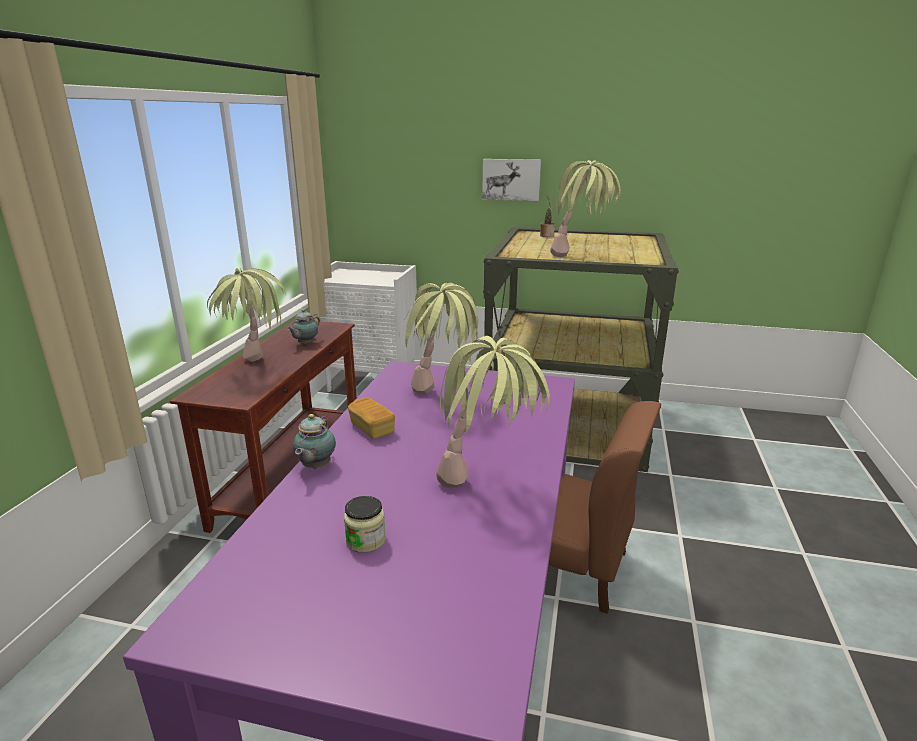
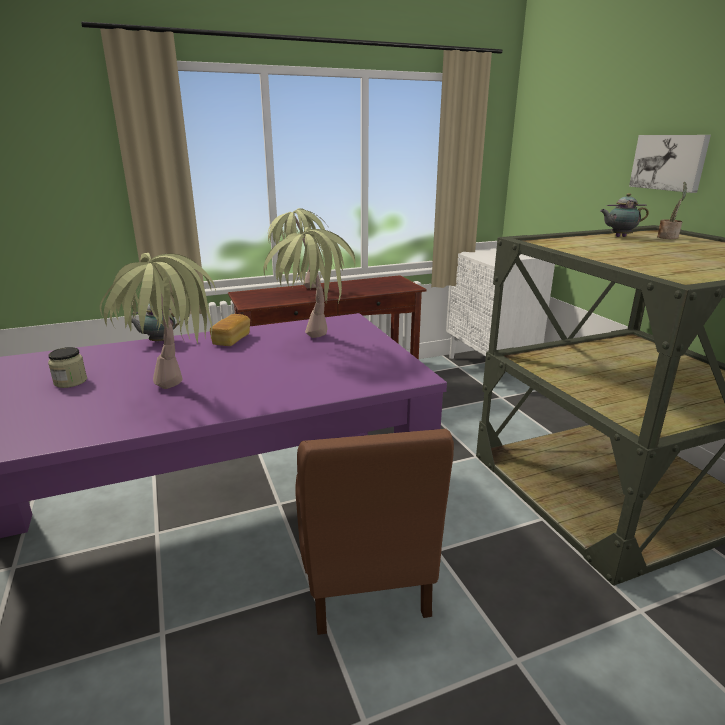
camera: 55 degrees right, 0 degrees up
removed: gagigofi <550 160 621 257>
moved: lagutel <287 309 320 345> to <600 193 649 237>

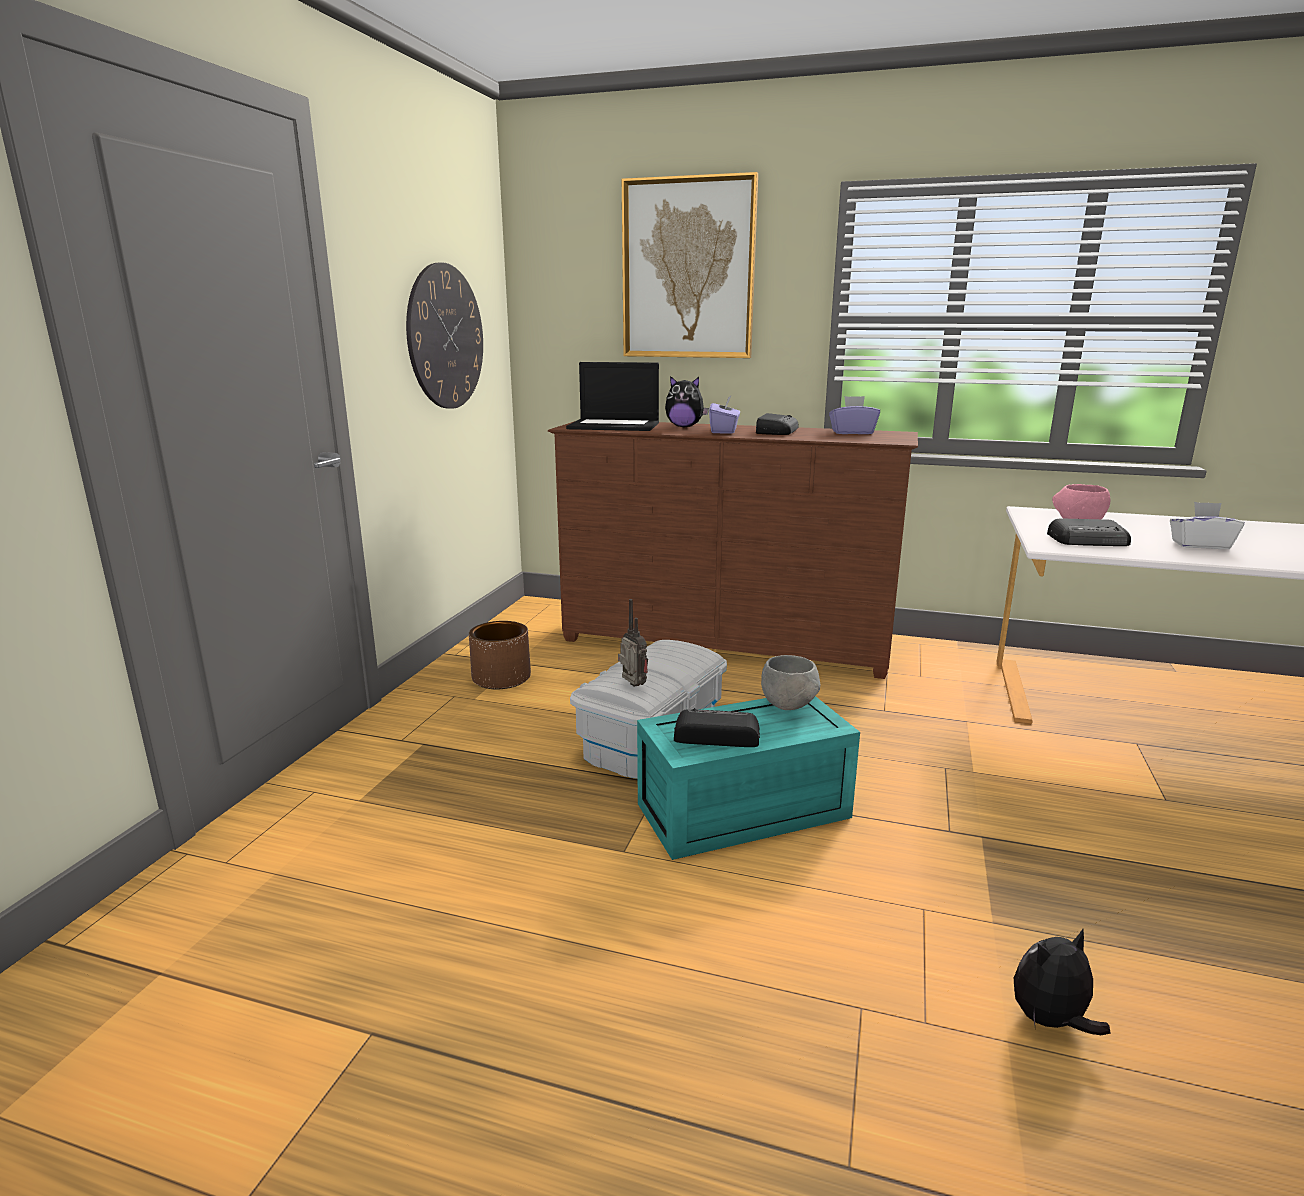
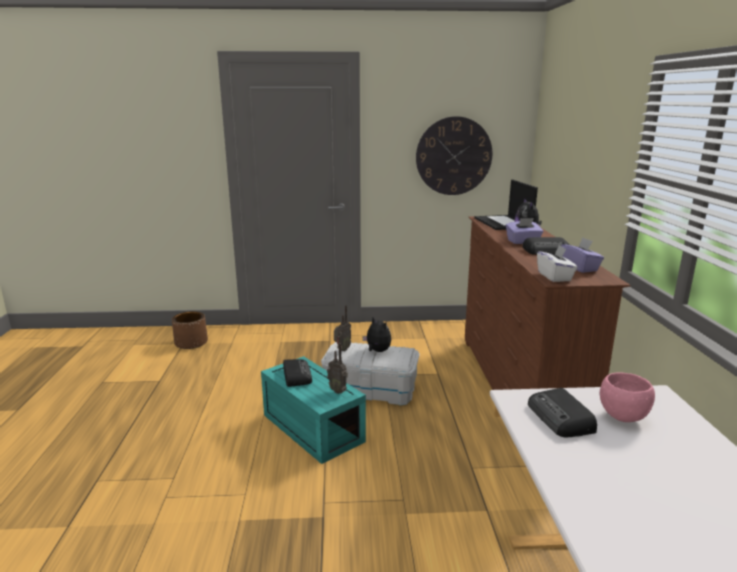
camera: 70 degrees right, 0 degrees up
removed: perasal <622 172 758 358>
moved: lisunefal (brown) <469 621 531 689> to <172 311 208 349>; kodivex <1014 929 1111 1035> to <363 317 391 352>; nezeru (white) <1170 502 1244 549> to <537 245 578 282>
replaced: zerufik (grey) <761 655 821 710> to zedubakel <327 343 348 394>

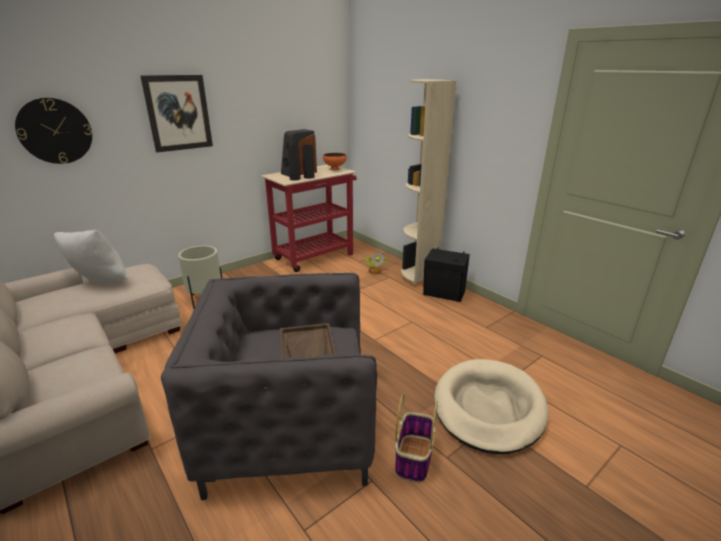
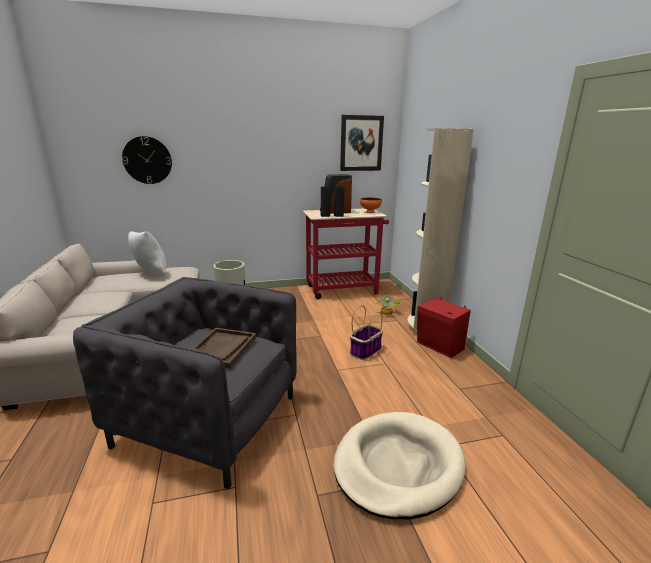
camera: 25 degrees right, 5 degrees down
moved: perasal <140 75 213 152> to <340 115 384 171>; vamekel <395 394 438 483> to <350 305 383 360>
recoloured: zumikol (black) <423 247 470 302> to zumikol (red) <417 297 471 358>

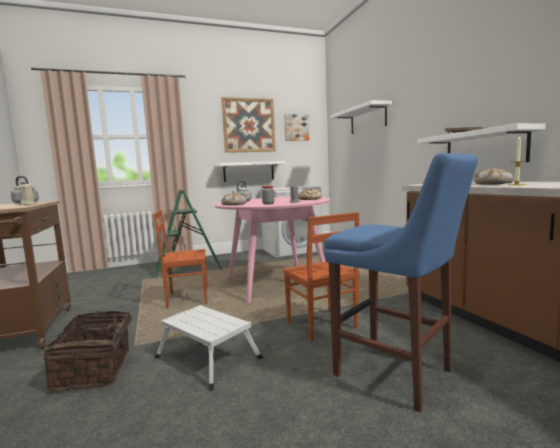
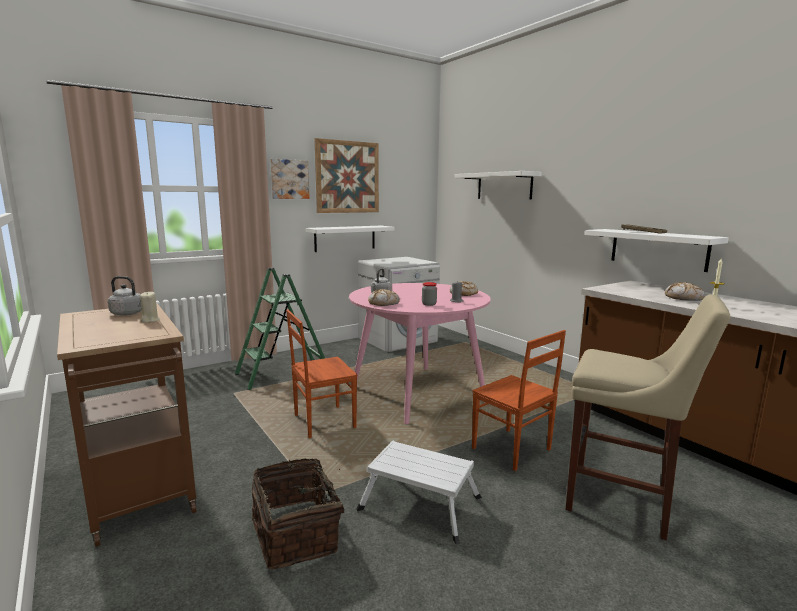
camera: 15 degrees left, 5 degrees up
moved: perasal <284 114 309 141> to <270 159 310 199>
recoloured: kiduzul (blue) <324 153 478 412> to kiduzul (beige) <566 294 731 541>

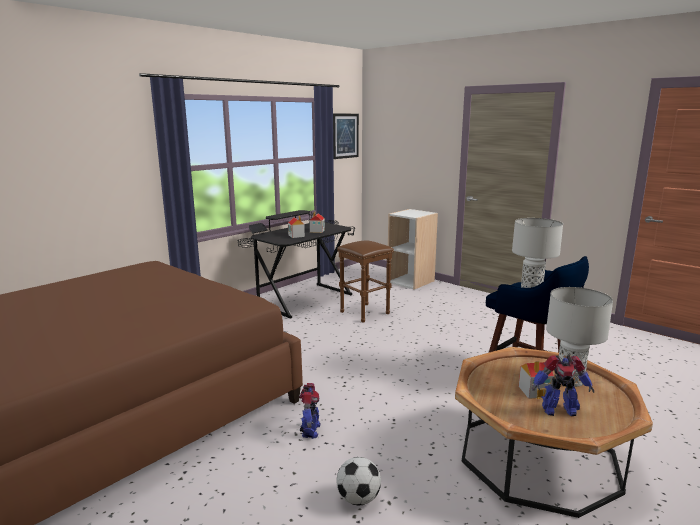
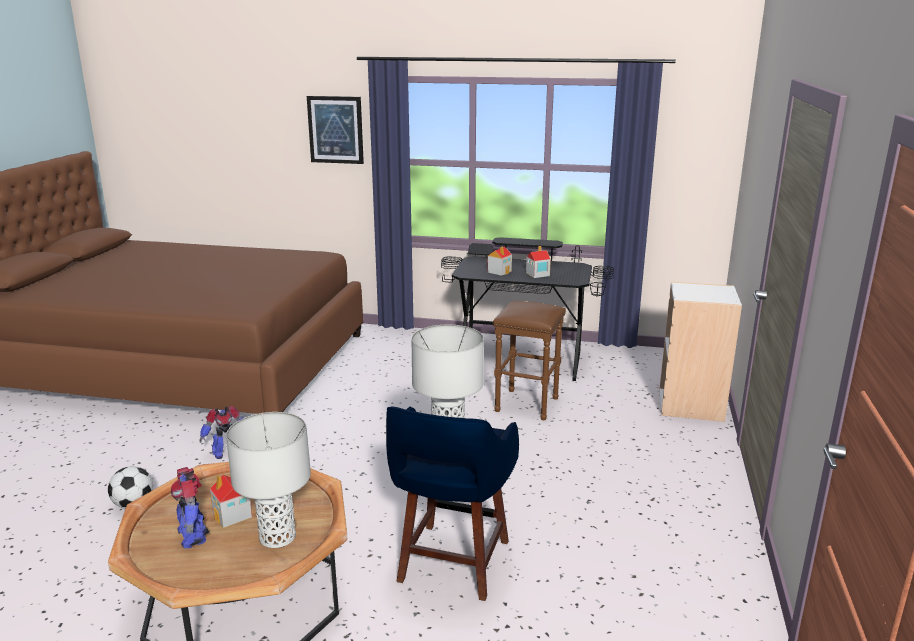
camera: 60 degrees right, 5 degrees up
moved: perasal <333 114 359 159> to <307 96 364 164>

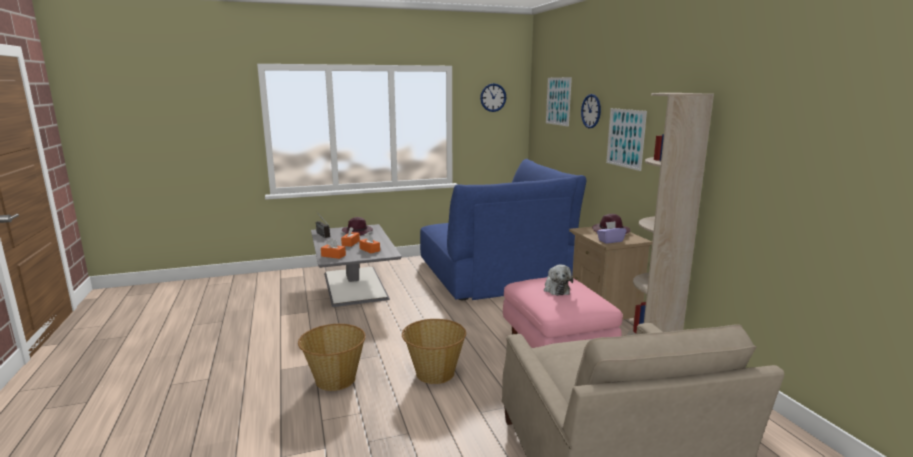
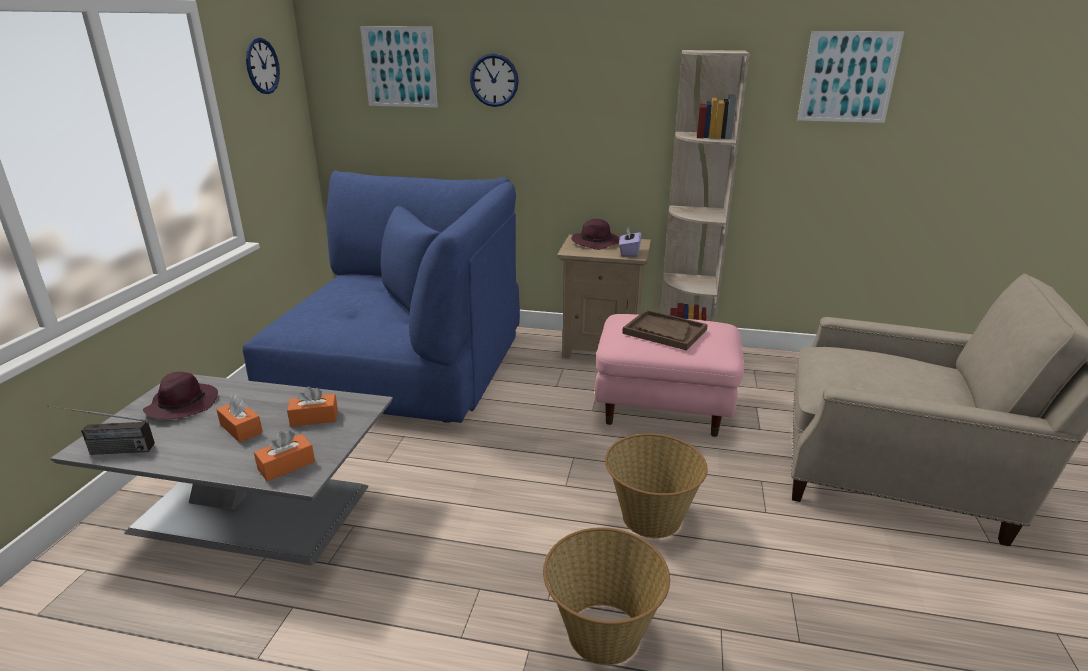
camera: 60 degrees left, 10 degrees up
moved: perasal <606 108 647 171> to <797 31 904 123>
replaced: kodivex <544 265 573 296> to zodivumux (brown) <622 310 708 351>

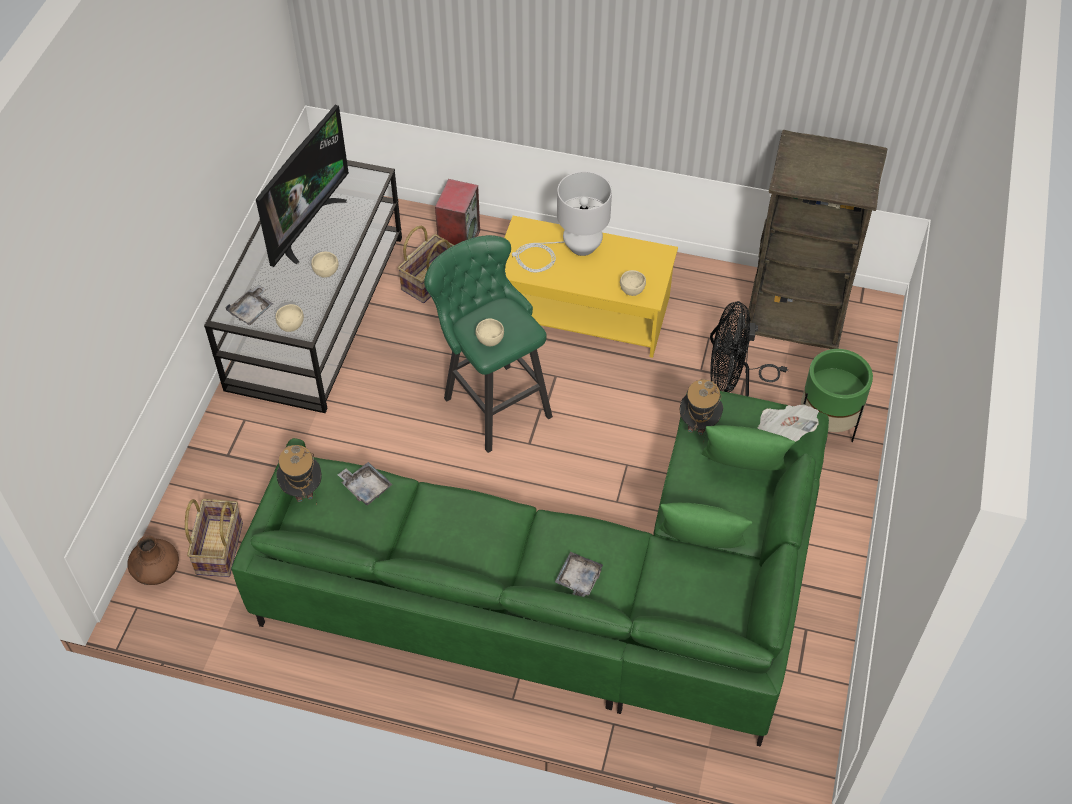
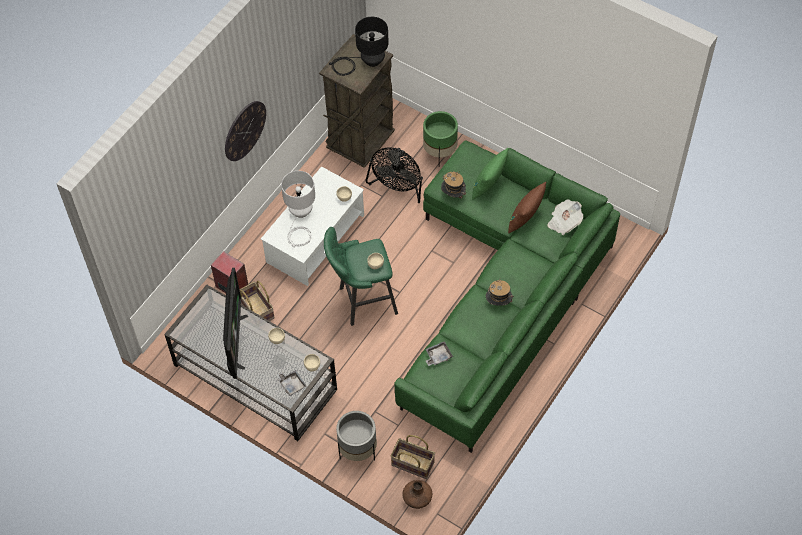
camera: 70 degrees left, 5 degrees up
removed: zodivumux (grey) <555 552 604 597>
added: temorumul <225 101 266 161>; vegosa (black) <329 17 388 76>; lisunefal (grey) <336 411 377 461>
moved: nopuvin <276 445 322 505> to <486 279 514 306>; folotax <758 404 819 442> to <547 199 583 235>
recoloured: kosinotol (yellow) <504 216 678 358> to kosinotol (white) <261 166 364 286>; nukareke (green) <659 503 752 548> to nukareke (brown) <508 182 546 233>
turned: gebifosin <256 105 349 267> = <223 268 248 379> 45 degrees clockwise

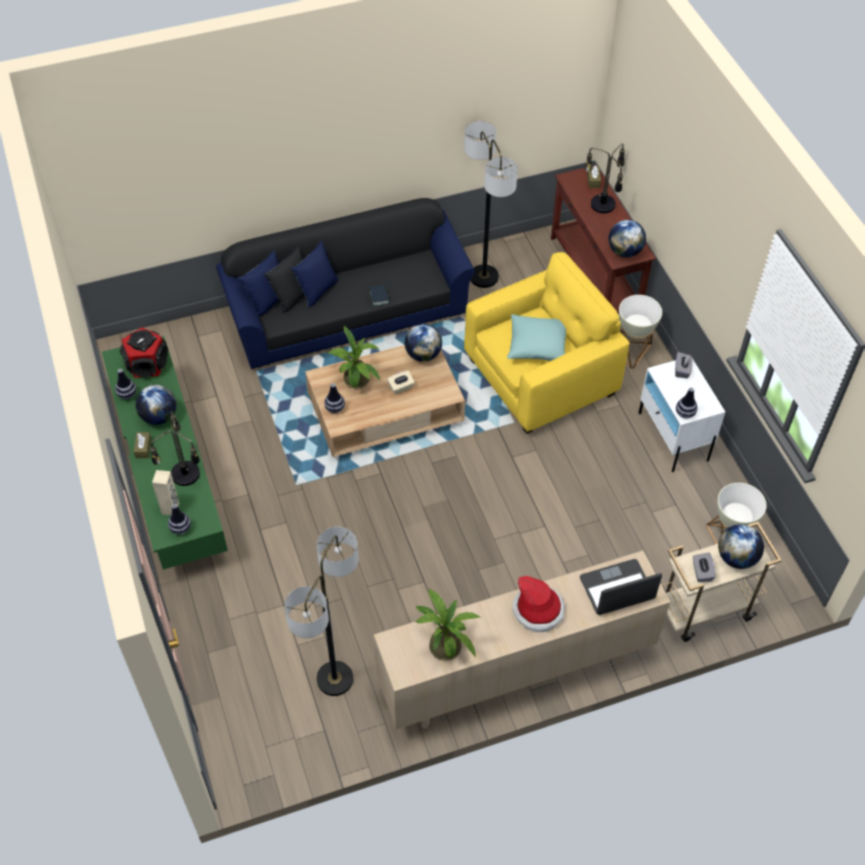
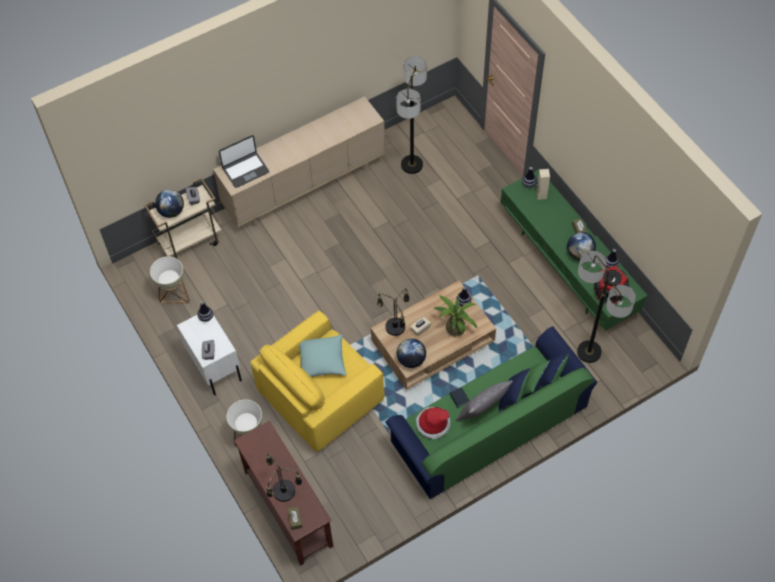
camera: 170 degrees right, 5 degrees up
removed: gagigofi <415 589 481 661>; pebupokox <608 220 646 257>
added: nukareke (grey) <456 380 513 421>
moved: vegosa <151 411 200 486> to <377 288 409 336>; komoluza <464 121 518 288> to <577 251 636 363>; nopuvin <512 576 565 632> to <416 407 451 439>
recoloured: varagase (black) <216 198 475 369> to varagase (green) <386 327 597 499>

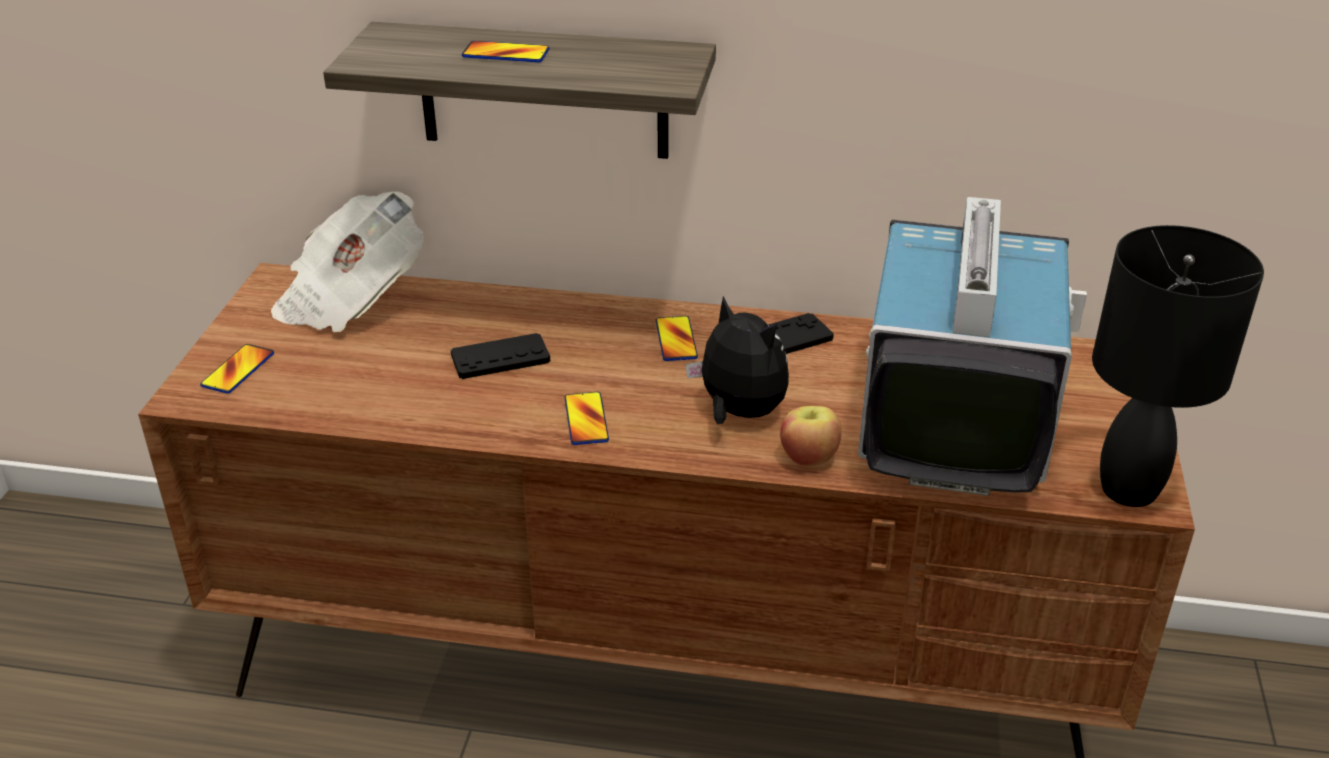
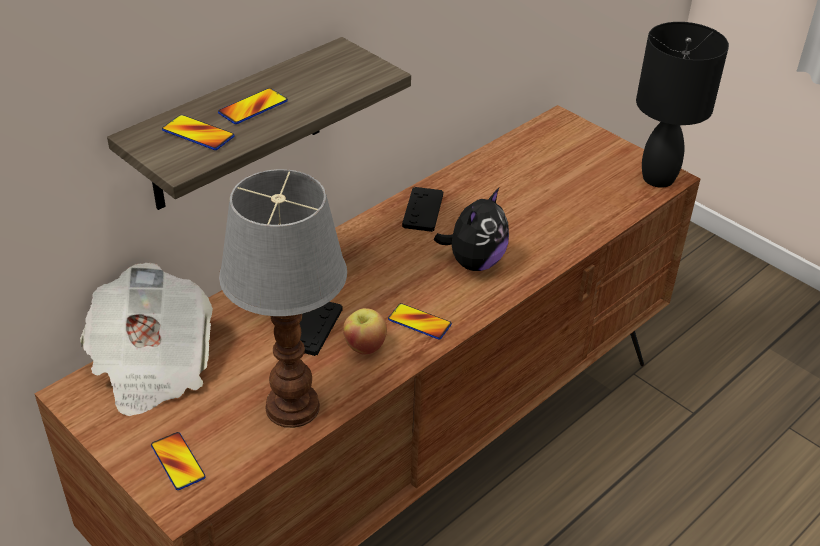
camera: 55 degrees left, 5 degrees up
removed: gebifosin <858 197 1087 496>
added: vegosa <219 169 347 428>
moved: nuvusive <656 316 698 361> to <162 115 234 150>; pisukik <780 406 842 466> to <343 308 387 355>
turned: kodivex <686 296 789 424> = <434 188 509 271> 135 degrees clockwise

